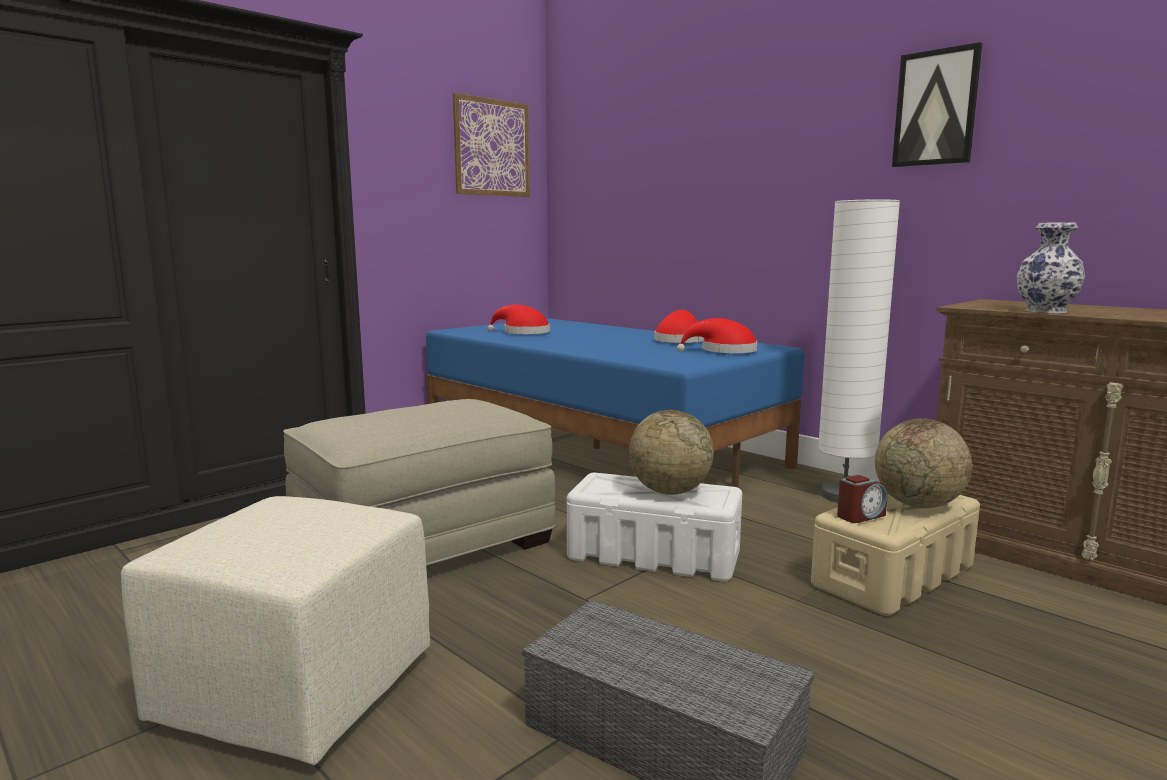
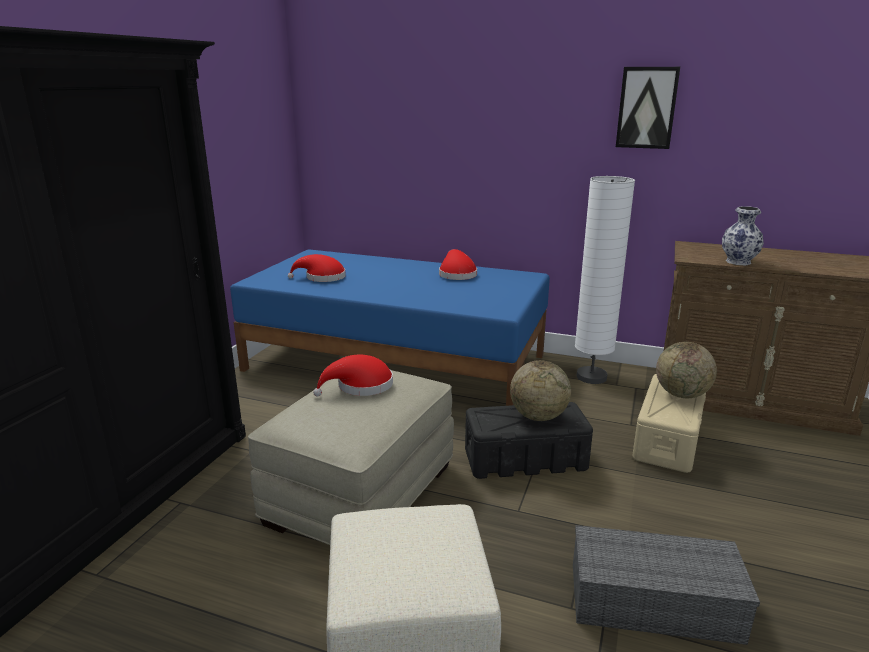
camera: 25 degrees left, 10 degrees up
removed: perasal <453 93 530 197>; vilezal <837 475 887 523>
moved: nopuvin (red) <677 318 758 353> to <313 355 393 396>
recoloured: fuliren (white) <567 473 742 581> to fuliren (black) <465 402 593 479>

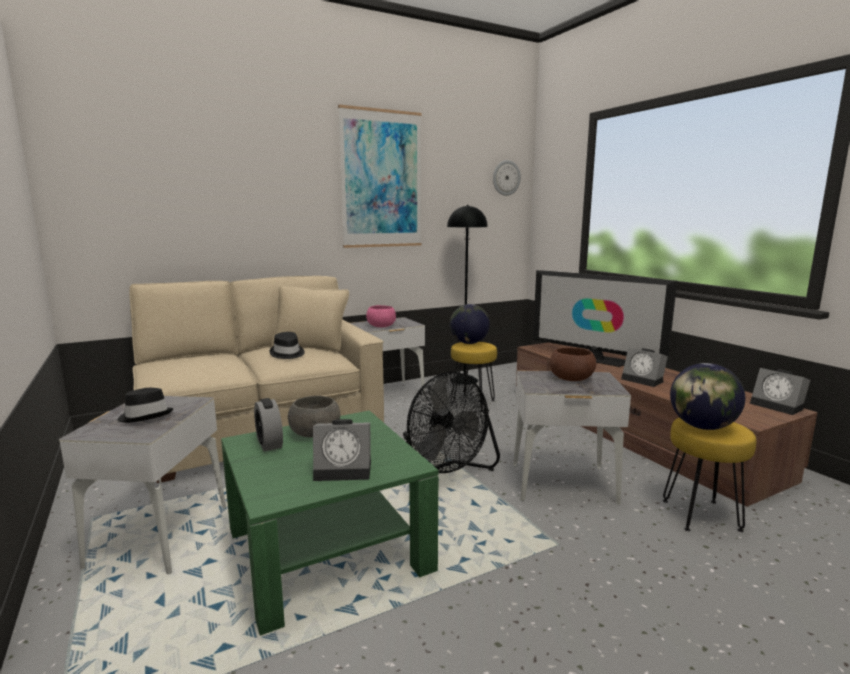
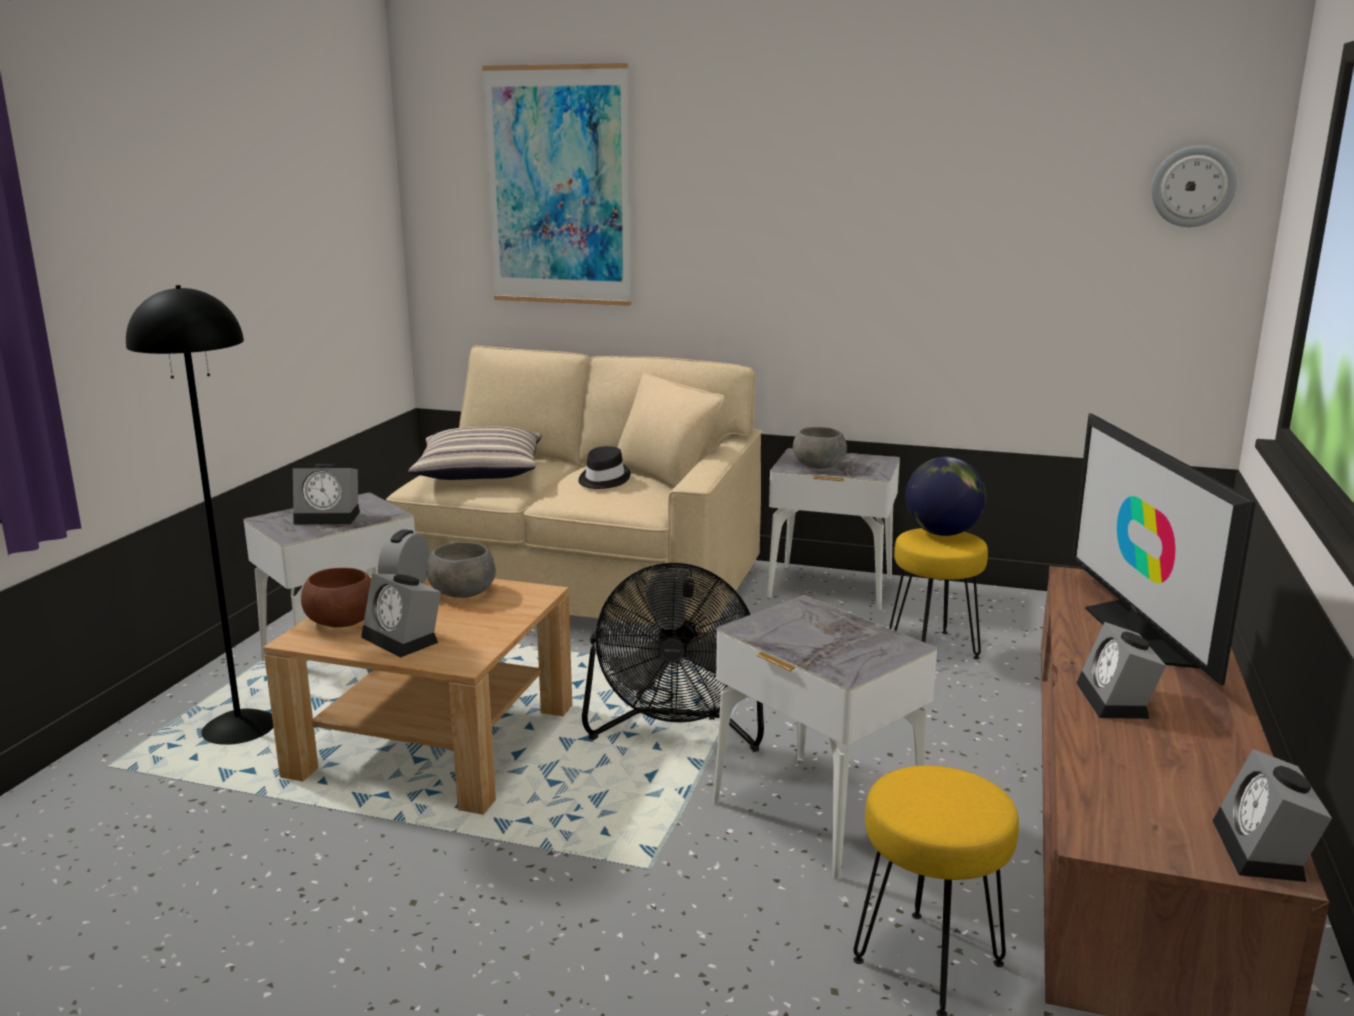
camera: 45 degrees right, 5 degrees up
removed: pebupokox <670 363 745 430>
added: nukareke <408 427 541 480>
moved: perasal <338 105 422 248> to <482 63 631 306>; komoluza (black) <447 205 488 385> to <126 285 273 745>; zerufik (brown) <550 348 596 381> to <301 568 371 627>
replaced: nopuvin (black) <117 388 174 423> to vilezal <293 464 360 524>
recoloured: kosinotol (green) <221 410 438 636> to kosinotol (brown) <263 571 572 815>; zerufik (pink) <366 305 396 327> to zerufik (grey) <793 427 847 469>

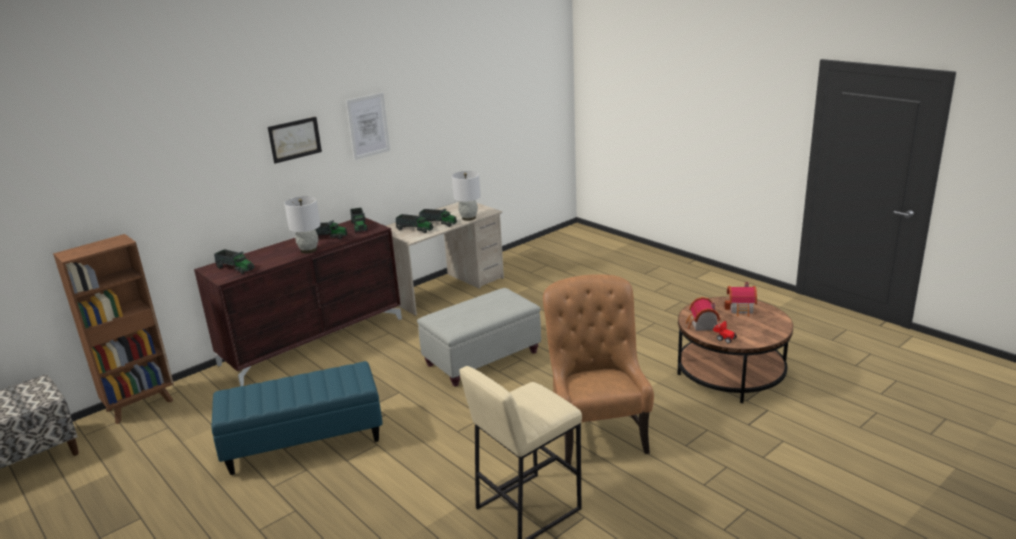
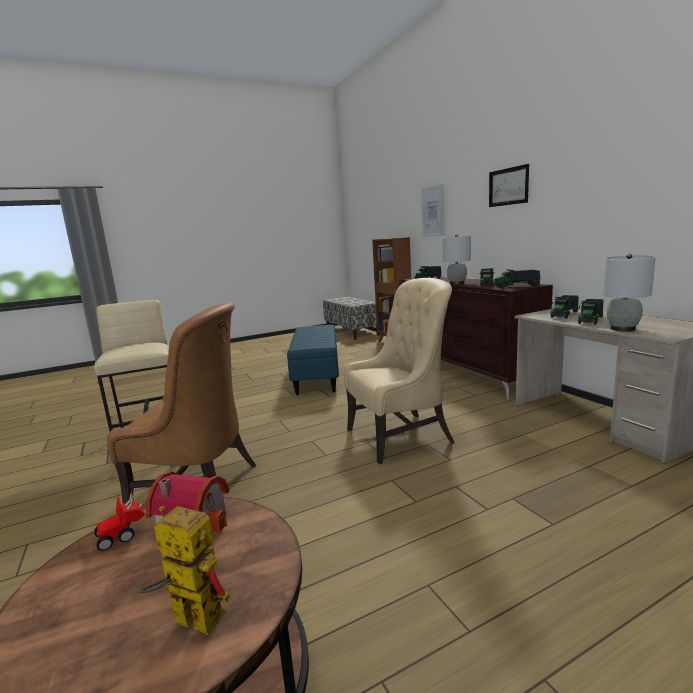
camera: 105 degrees right, 10 degrees down
moved: perasal <346 92 390 160> to <421 184 444 237>
replaced: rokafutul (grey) <417 288 541 386> to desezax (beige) <344 278 455 464>; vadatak <725 282 757 317> to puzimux <138 506 231 635>

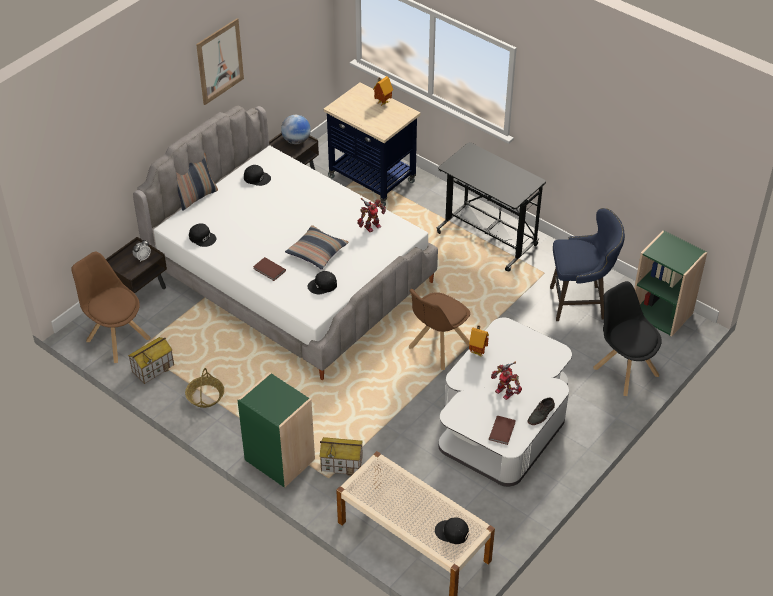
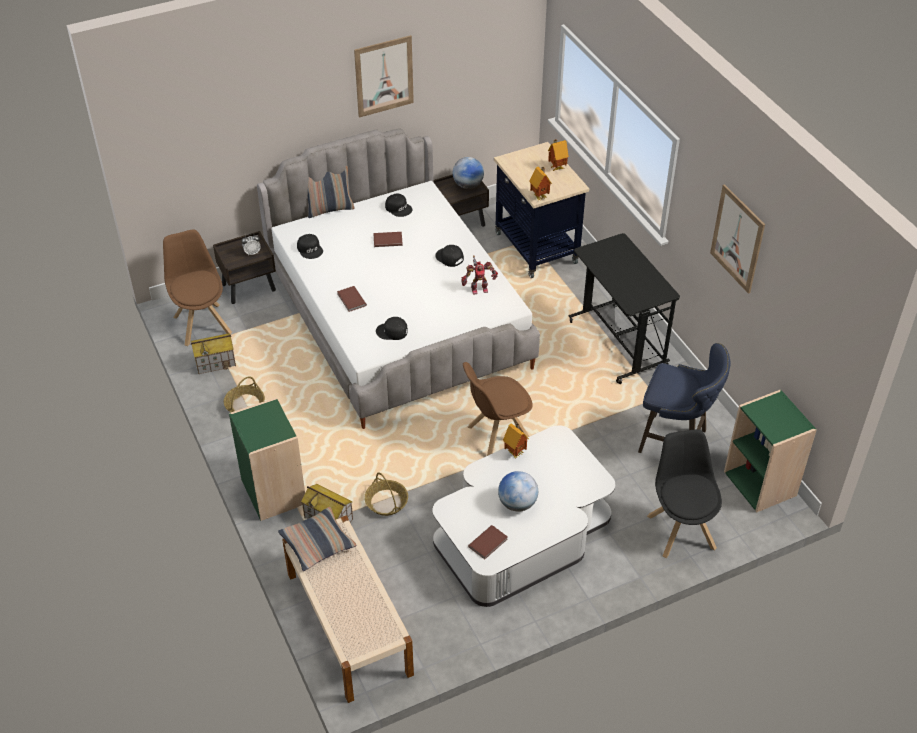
camera: 25 degrees right, 0 degrees up
removed: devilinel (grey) <528 397 555 425>
added: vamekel <364 473 408 516>; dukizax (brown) <373 232 403 247>; vadatak <529 167 552 201>; perasal <710 184 765 294>
moved: nukareke <285 225 349 270> to <278 507 357 571>; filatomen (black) <435 518 469 544> to <435 245 464 267>
replaced: puzimux <491 361 522 400> to pebupokox <498 471 538 512>

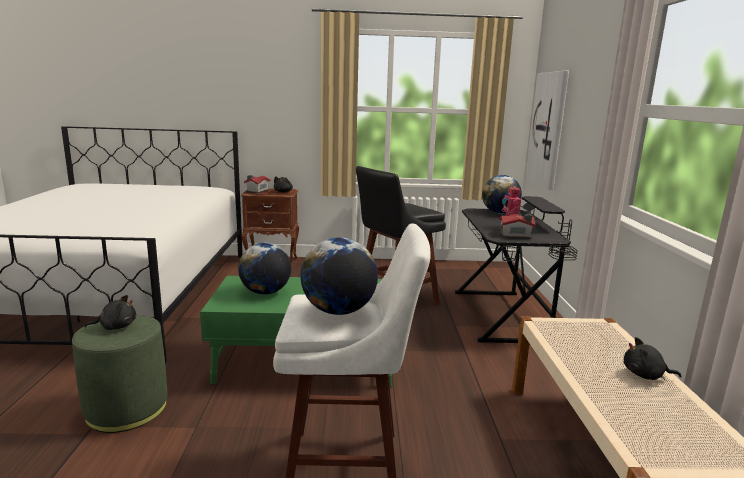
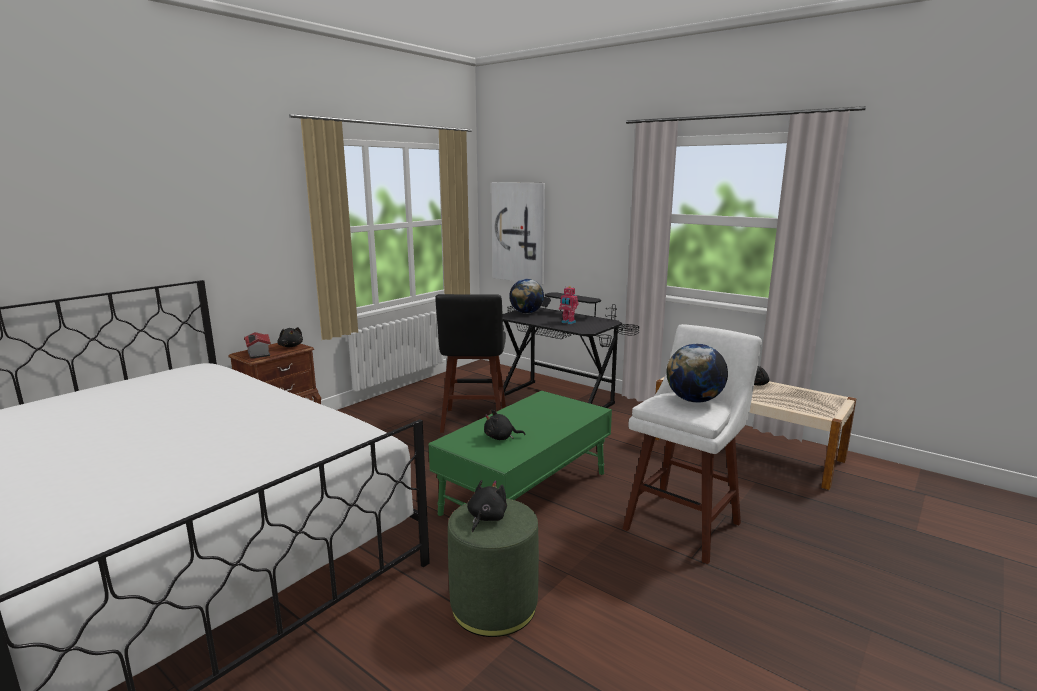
camera: 50 degrees left, 0 degrees up
removed: vadatak <499 214 536 239>
replaced: pebupokox <238 243 291 295> to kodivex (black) <484 410 525 440>

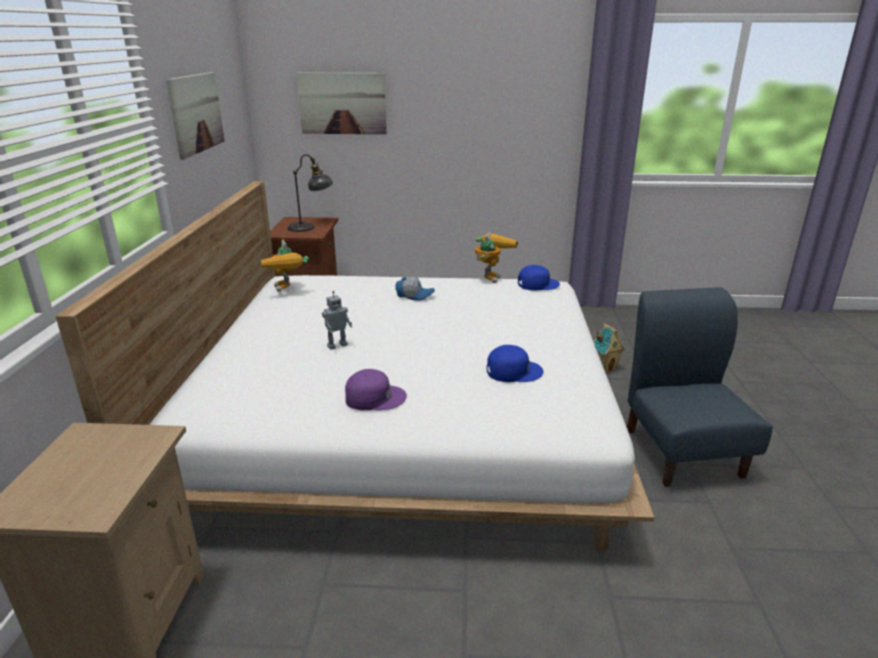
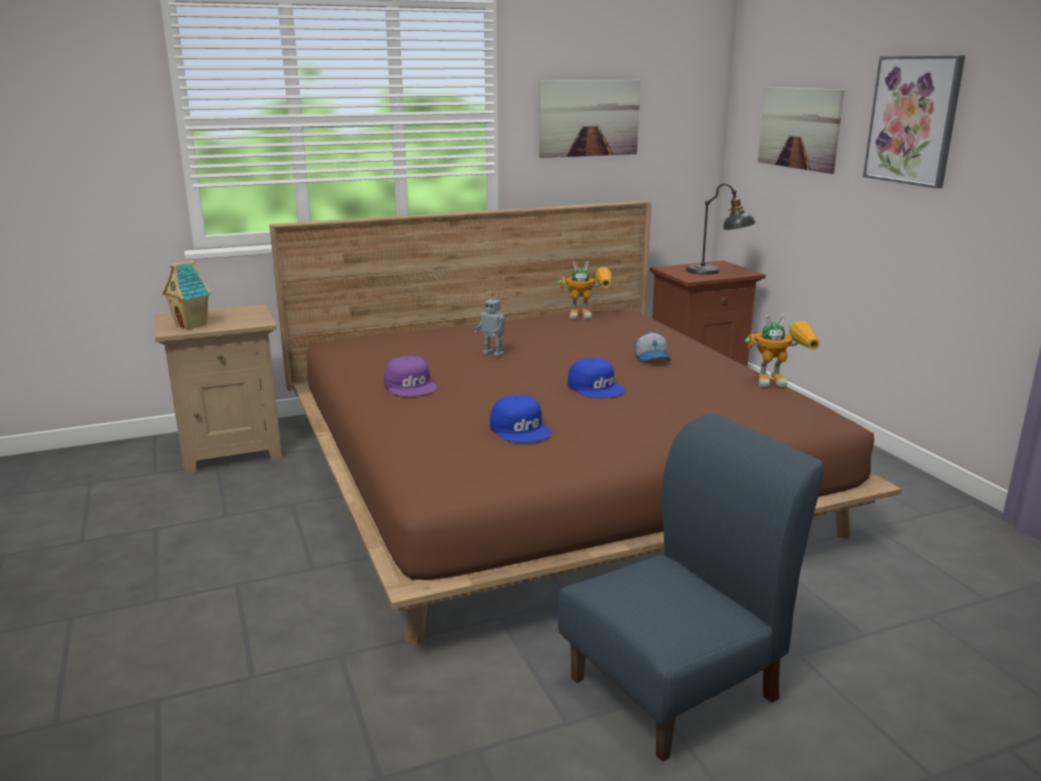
camera: 65 degrees right, 5 degrees down
added: perasal <863 56 965 188>
moved: filatomen (blue) <518 265 560 291> to <567 358 625 398>; vadatak <593 324 625 372> to <162 260 211 330>
recoloured: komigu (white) <56 181 654 554> to komigu (brown) <270 201 902 645>
turned: puzimux <261 239 309 292> = <558 262 612 319> 135 degrees counterclockwise

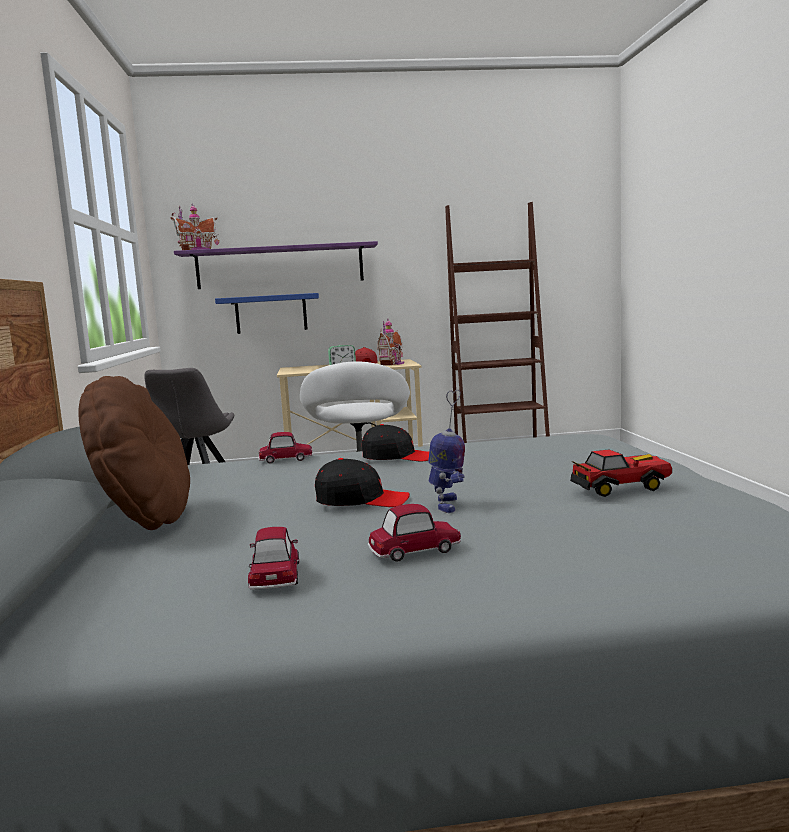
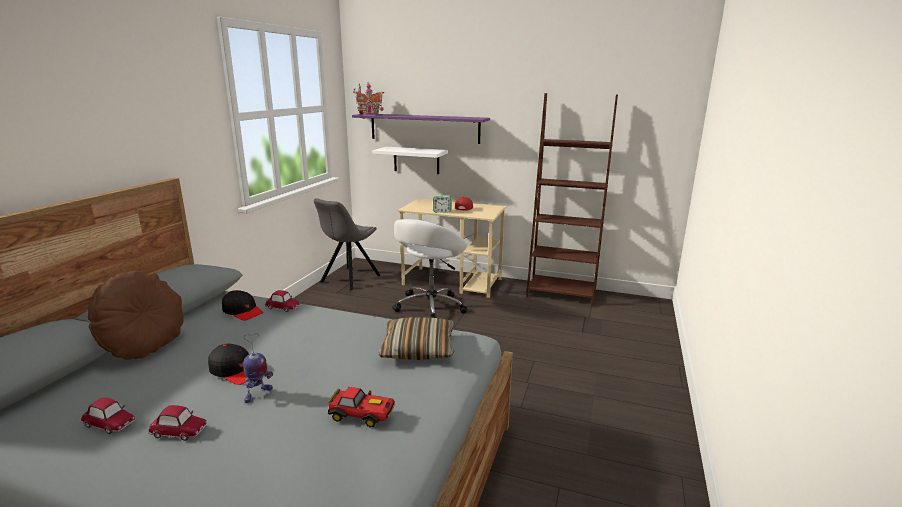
camera: 25 degrees right, 10 degrees up
removed: vadatak <377 319 404 365>
added: nukareke <378 317 454 360>
moved: filatomen (black) <362 424 429 461> to <222 290 264 320>
recoloured: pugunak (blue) <215 293 319 334> to pugunak (white) <373 147 448 174>
turned: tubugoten <248 527 299 590> = <81 397 136 434> 90 degrees clockwise

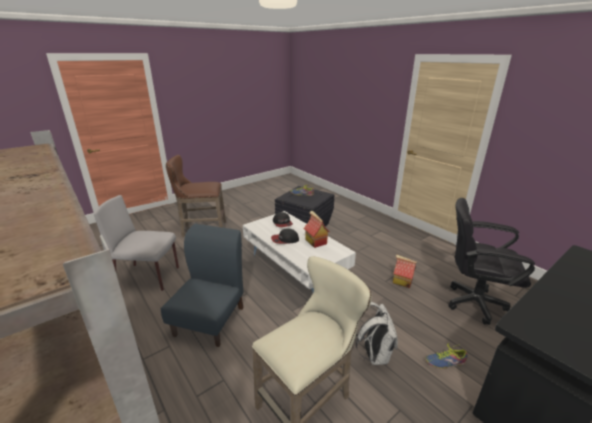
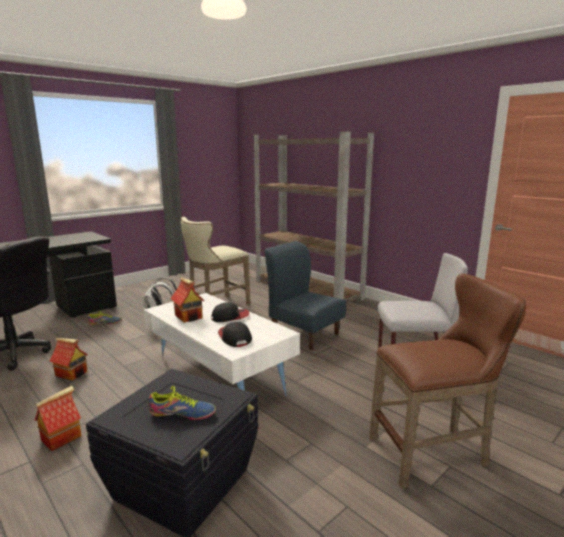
camera: 175 degrees right, 10 degrees down
added: vadatak <35 386 81 451>
turned: desezax (blue) <161 224 244 347> = <265 241 346 350> 120 degrees clockwise

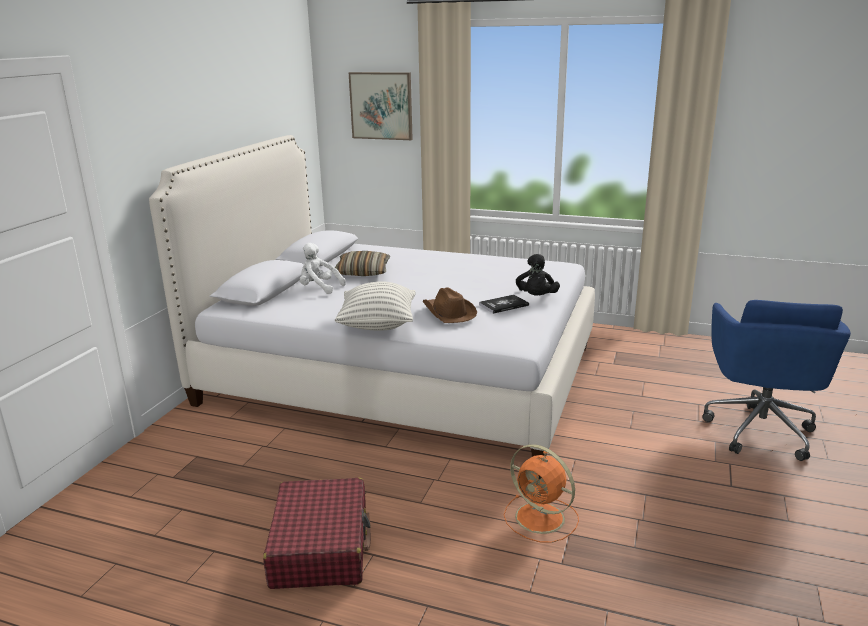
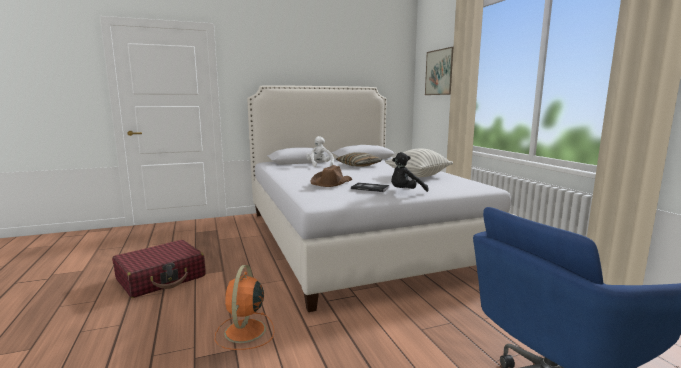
camera: 50 degrees right, 10 degrees down
moved: nukareke <335 281 416 331> to <385 149 453 177>

